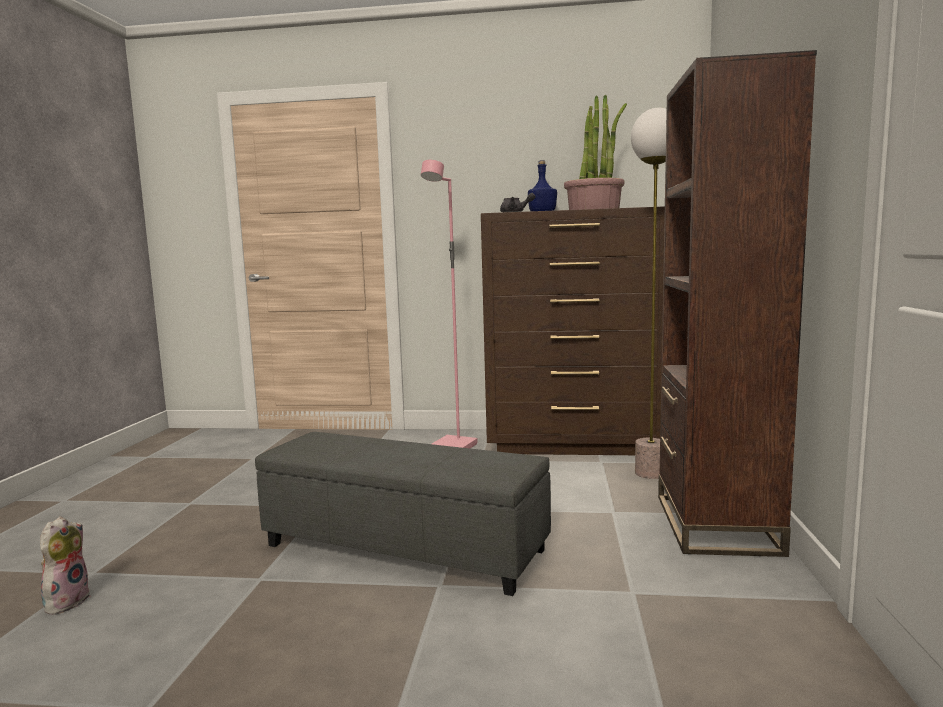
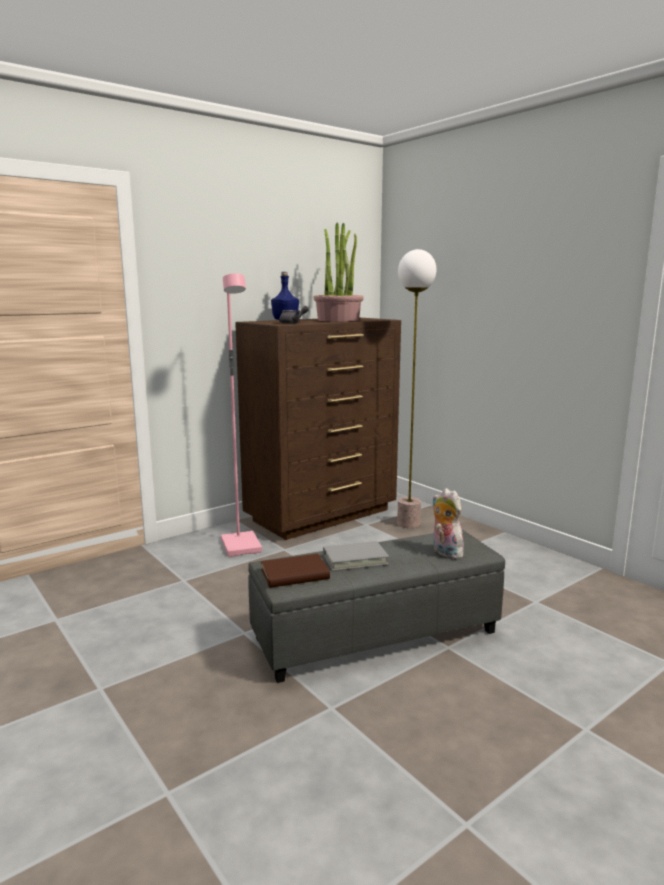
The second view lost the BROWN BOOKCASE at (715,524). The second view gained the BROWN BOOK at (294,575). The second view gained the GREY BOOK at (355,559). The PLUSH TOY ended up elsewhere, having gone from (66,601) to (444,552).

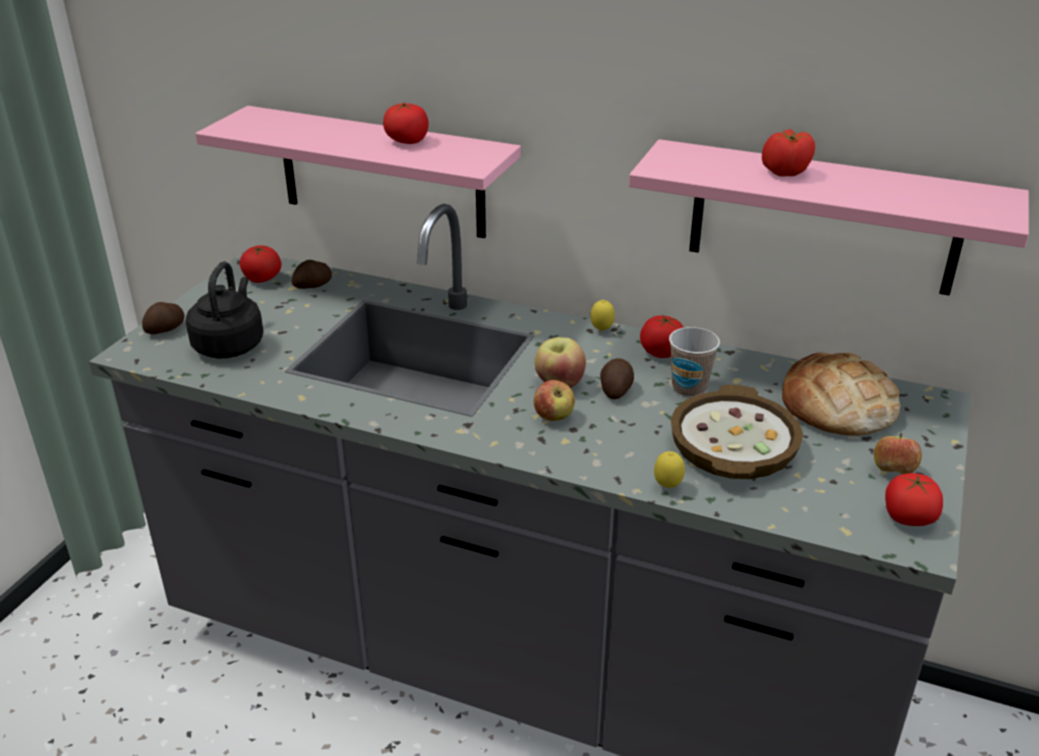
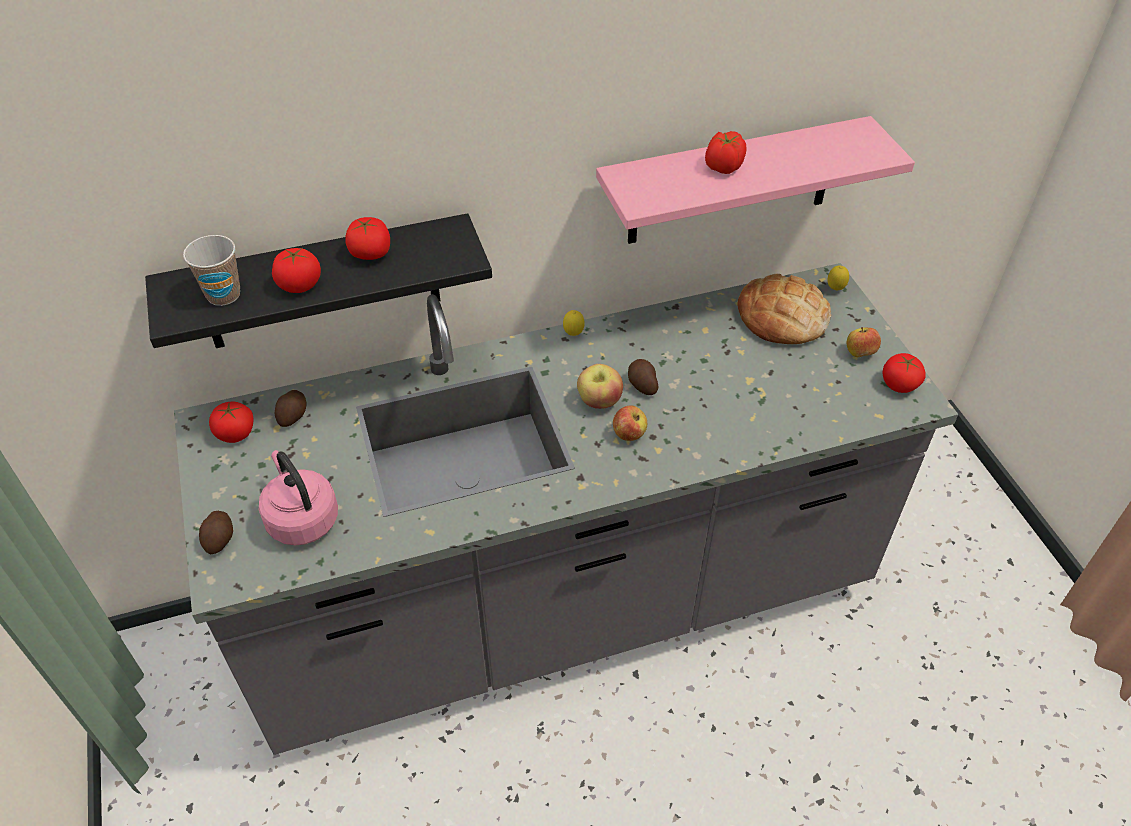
The second view lost the BOWL at (731,447). The TOMATO ended up elsewhere, having gone from (661,352) to (299,285). The LEMON ended up elsewhere, having gone from (667,487) to (835,289). The CUP ended up elsewhere, having gone from (689,388) to (223,295). What was the BLACK KETTLE at (230,344) turned into the PINK KETTLE at (301,518). What was the PINK SHELF at (381,172) turned into the BLACK SHELF at (321,284).

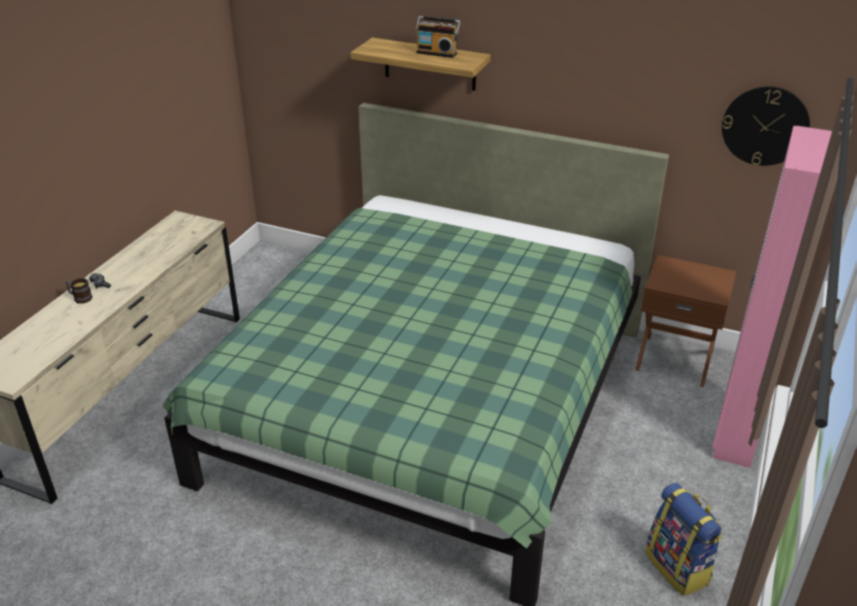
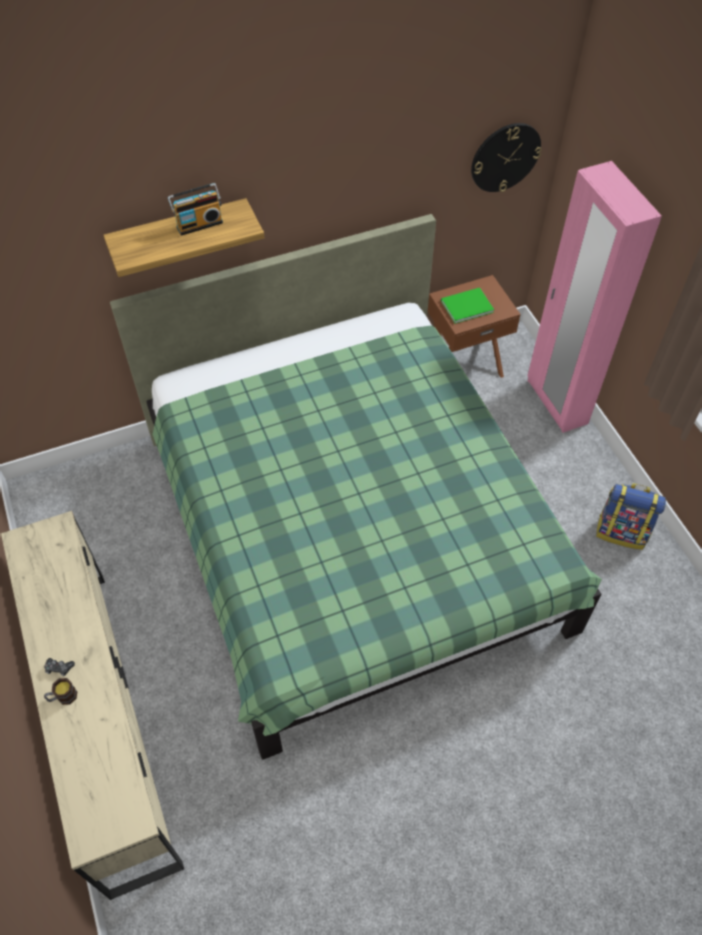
The second view gained the GREEN BOOK at (465,306).

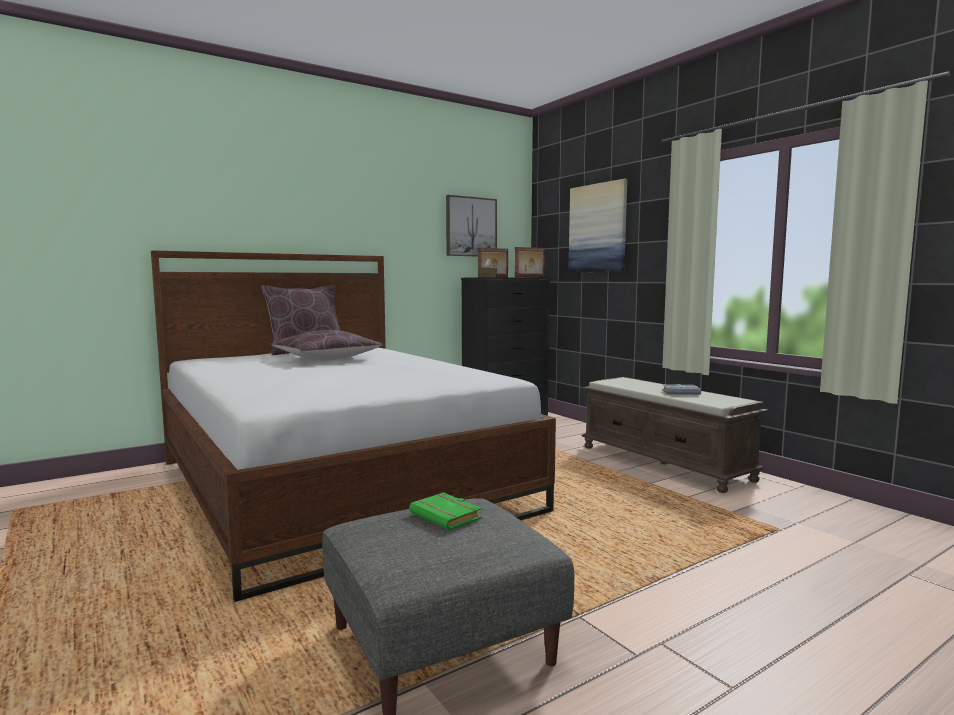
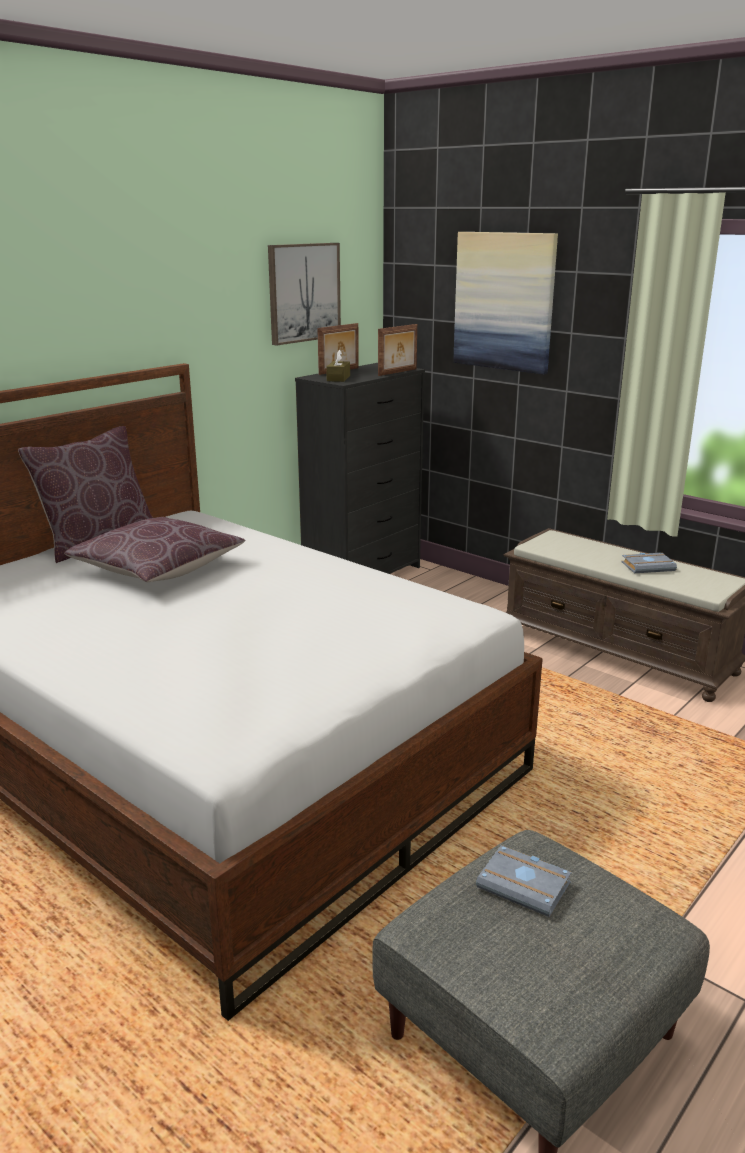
What was the GREEN BOOK at (448,516) turned into the GREY BOOK at (526,885).

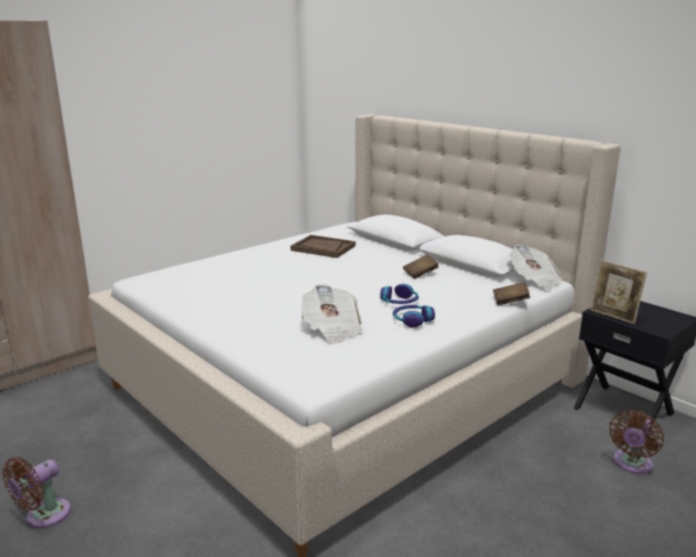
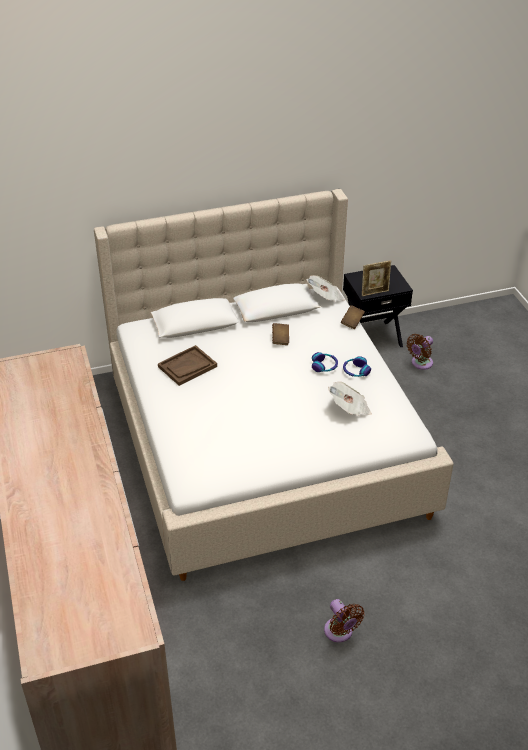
The BROWN FAN at (631,464) ended up facing another way, 75 degrees clockwise from before.

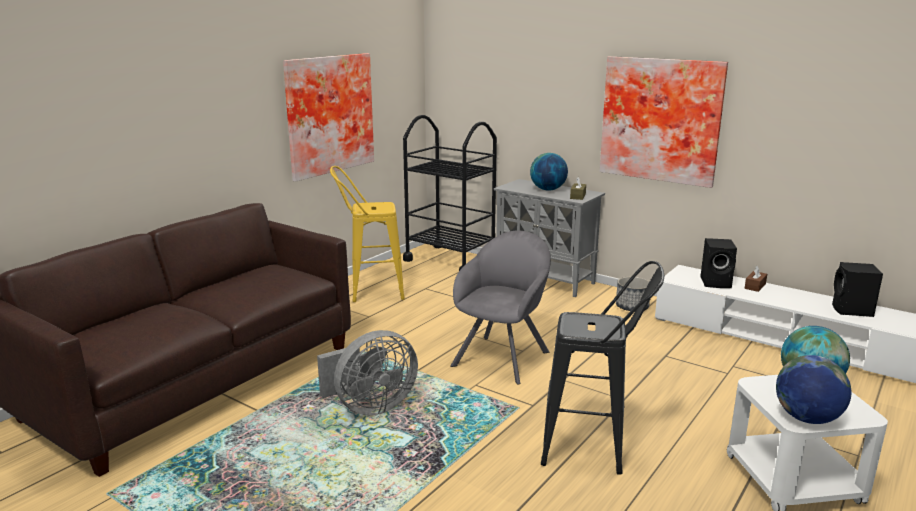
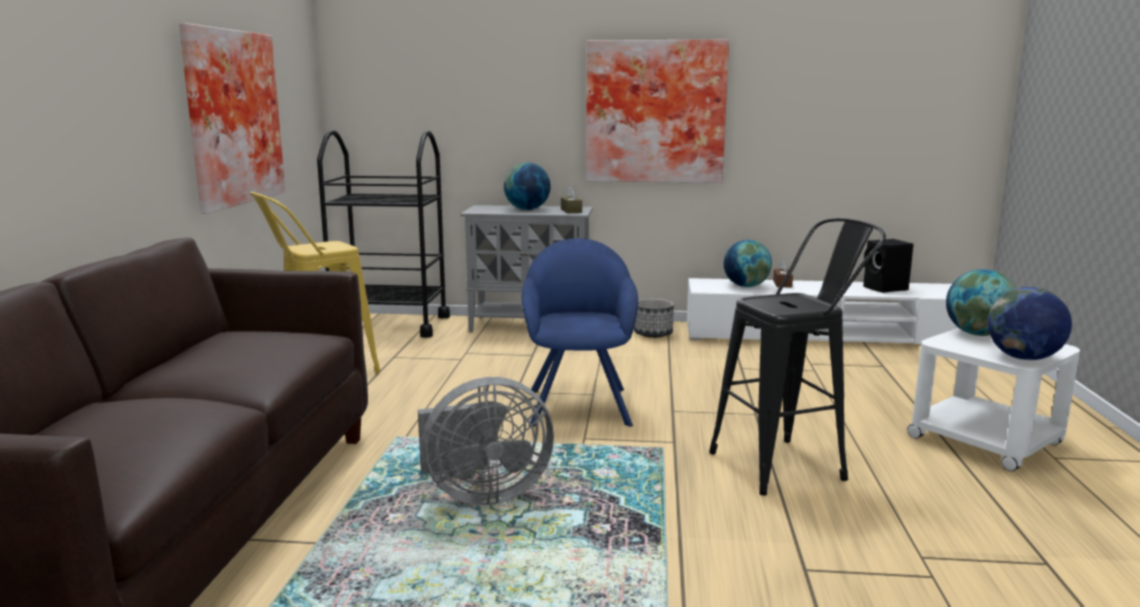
Where the BLACK SPEAKER stood at (717,282), the GLOBE came to stand at (746,286). What was the GREY ARMCHAIR at (503,356) turned into the BLUE ARMCHAIR at (579,404). The GREY FAN at (370,407) ended up facing another way, 45 degrees clockwise from before.

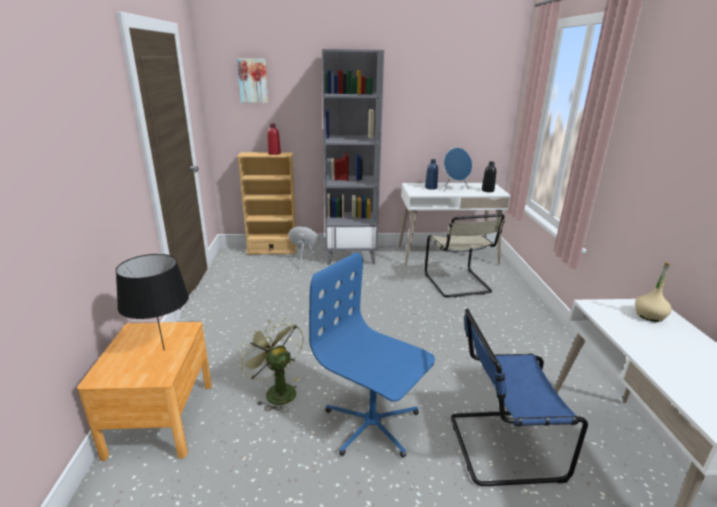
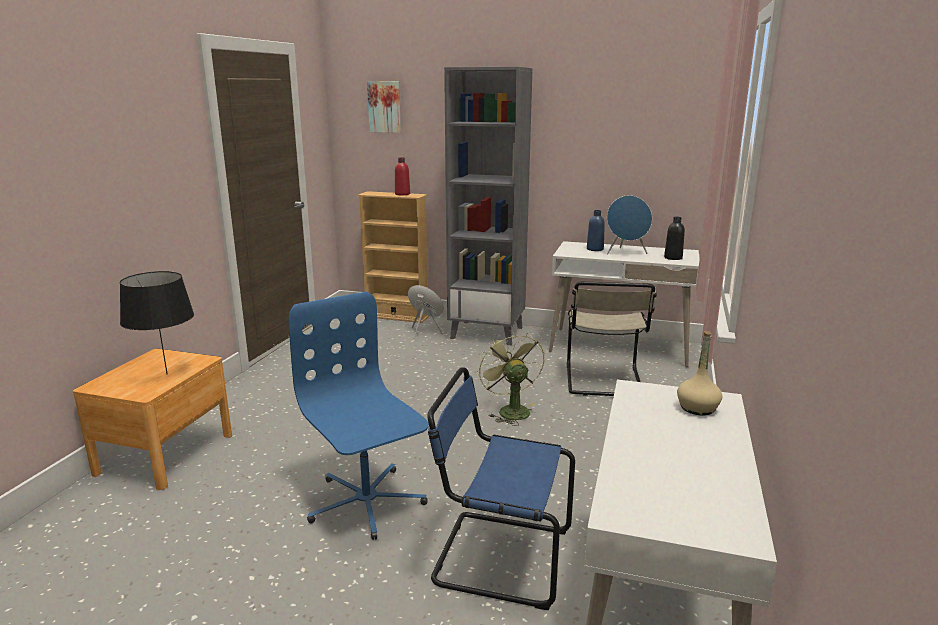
The GREEN FAN ended up elsewhere, having gone from (276,391) to (510,410).

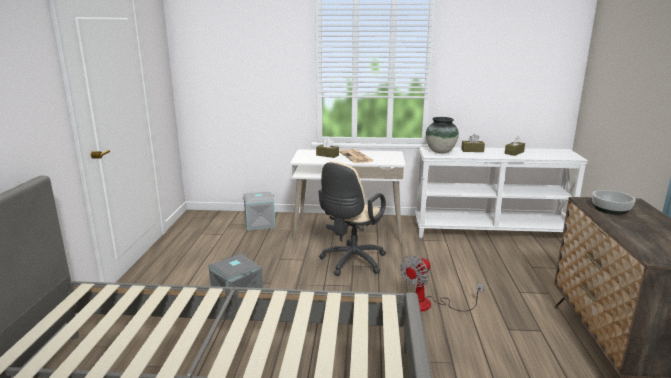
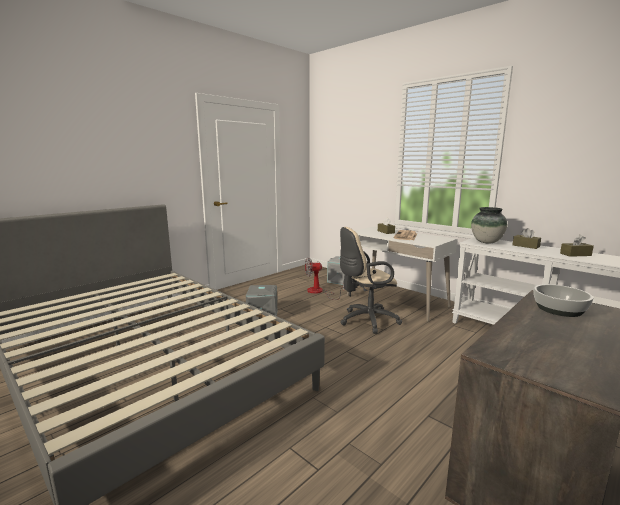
The FAN ended up elsewhere, having gone from (428,304) to (319,292).

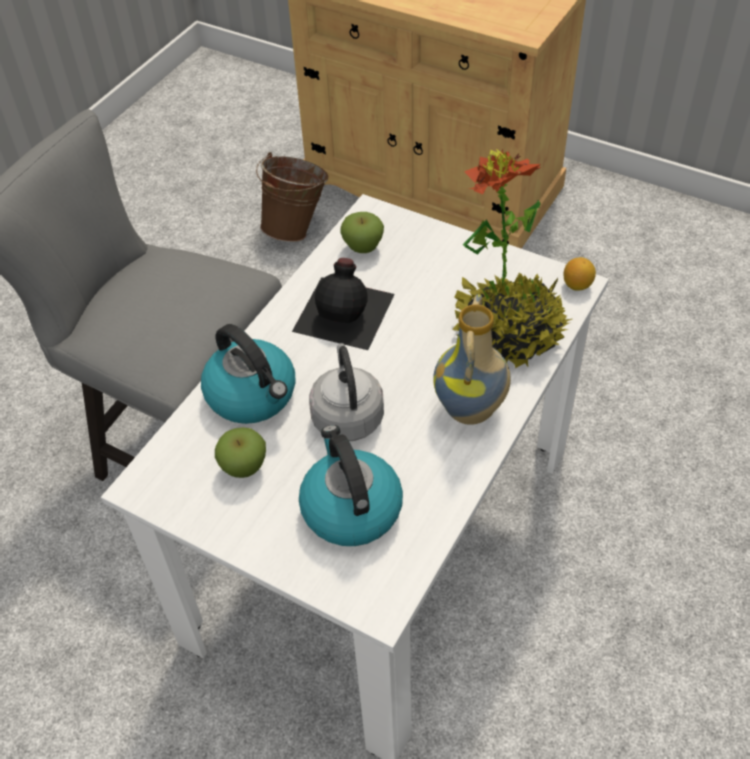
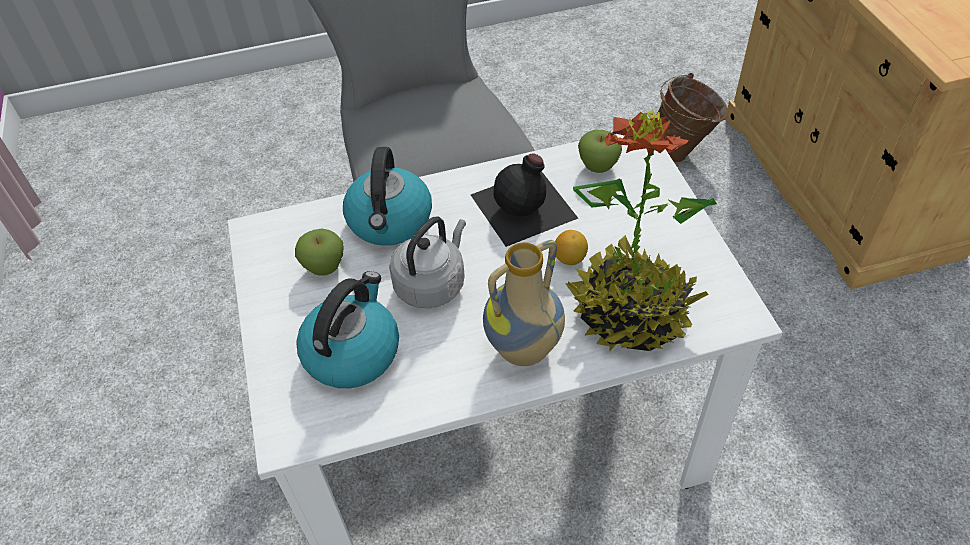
The LEMON ended up elsewhere, having gone from (577,285) to (570,258).

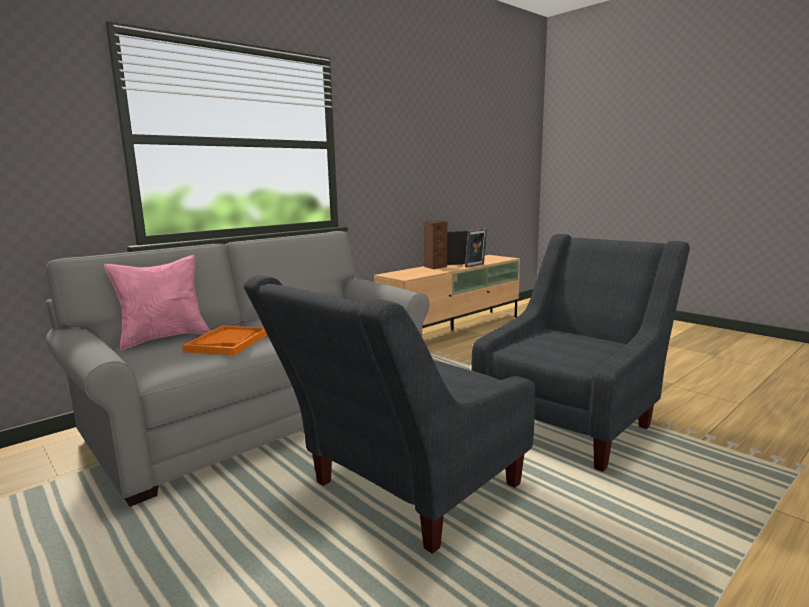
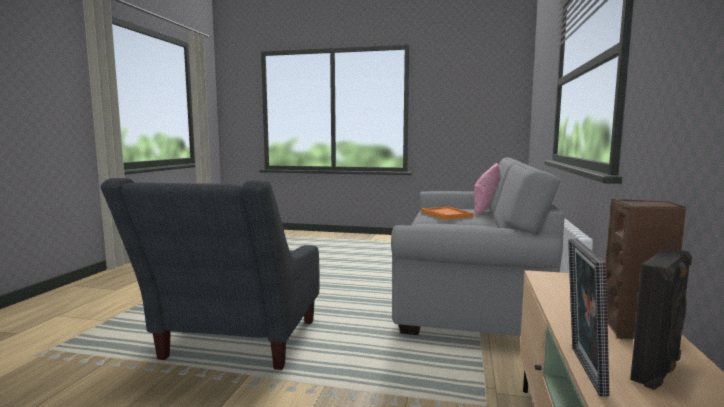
The second view lost the GREY ARMCHAIR at (401,493).

